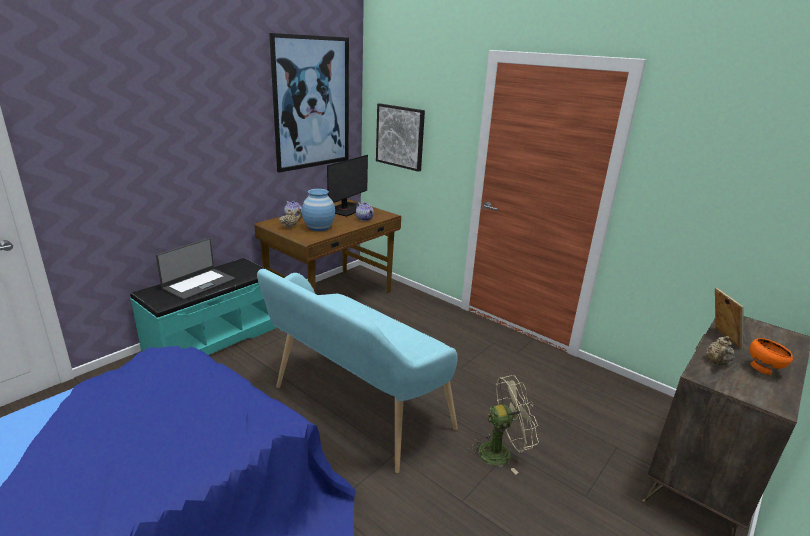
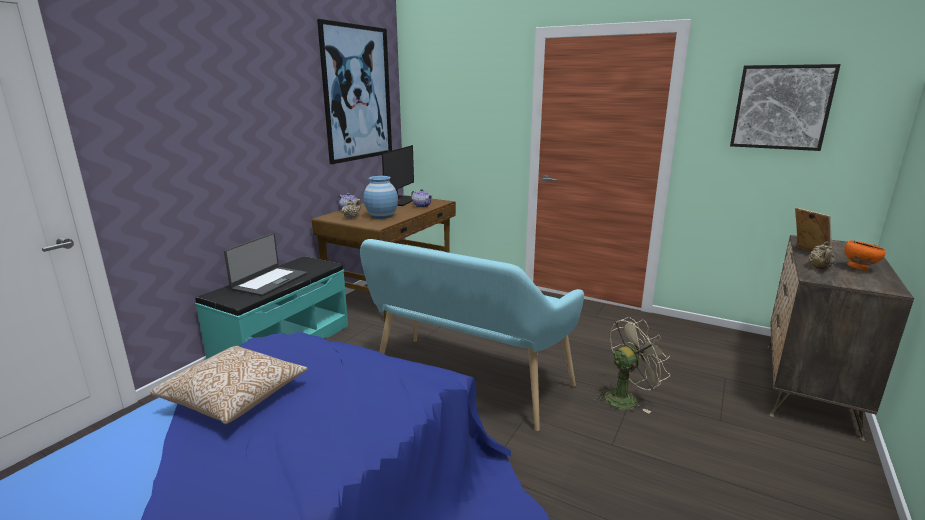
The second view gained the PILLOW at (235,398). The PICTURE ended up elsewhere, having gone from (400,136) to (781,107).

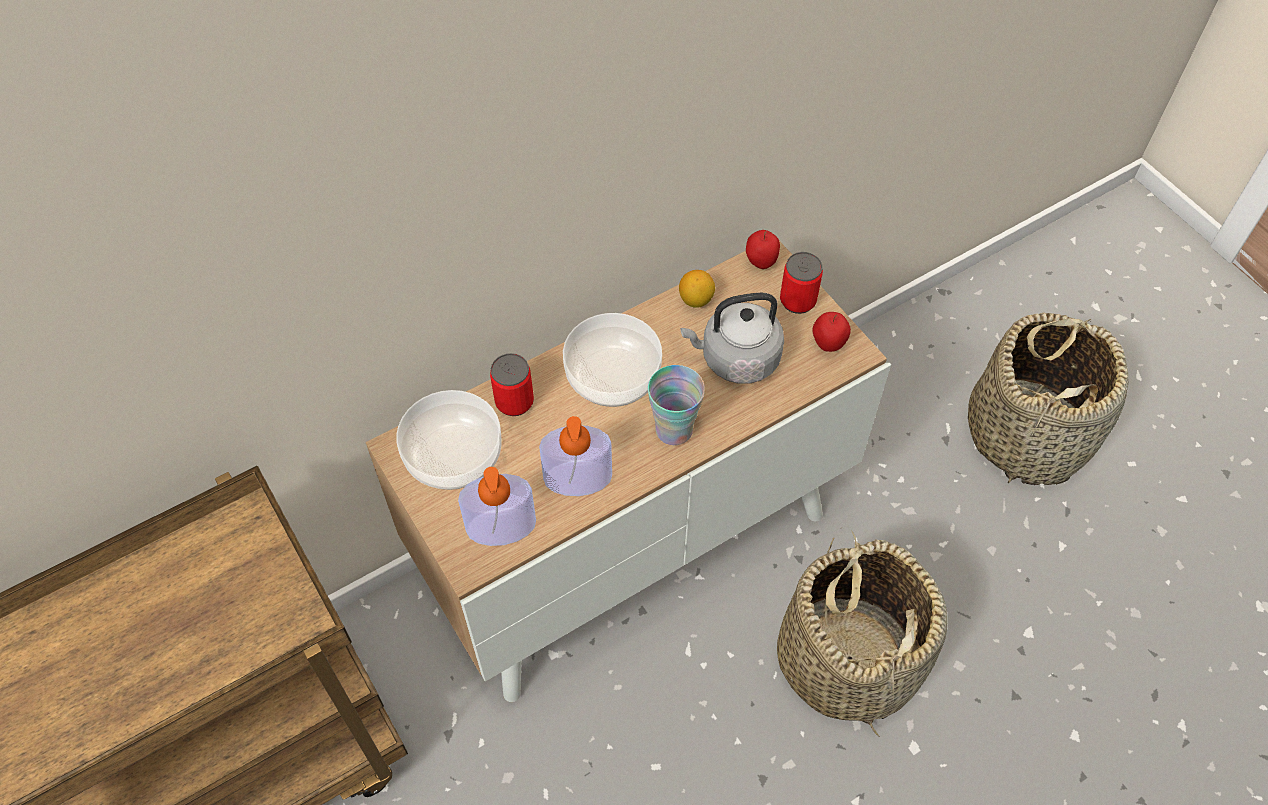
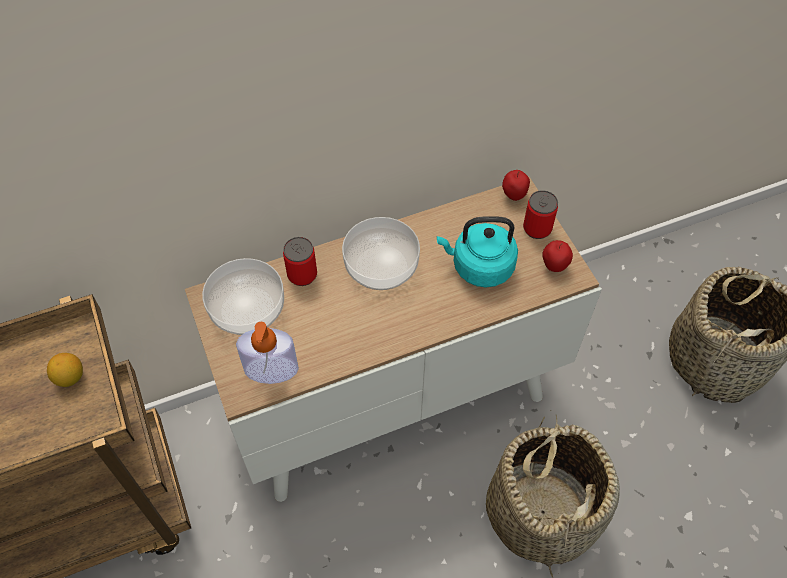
The second view lost the SOAP DISPENSER at (577,478). The second view lost the CUP at (674,430). The LEMON ended up elsewhere, having gone from (696,300) to (70,377). What was the GREY KETTLE at (736,359) turned into the TURQUOISE KETTLE at (479,267).

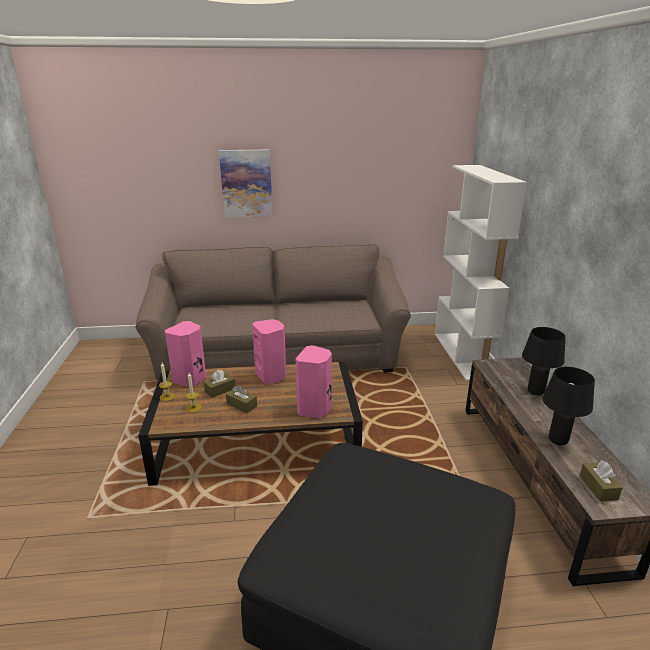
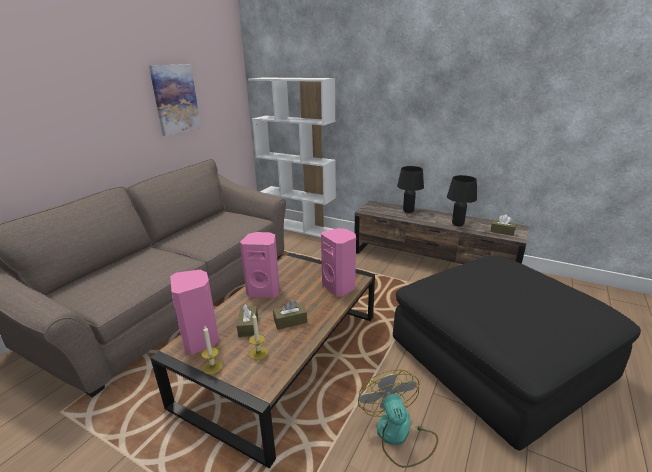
The second view gained the FAN at (398,435). The PICTURE ended up elsewhere, having gone from (246,183) to (175,99).

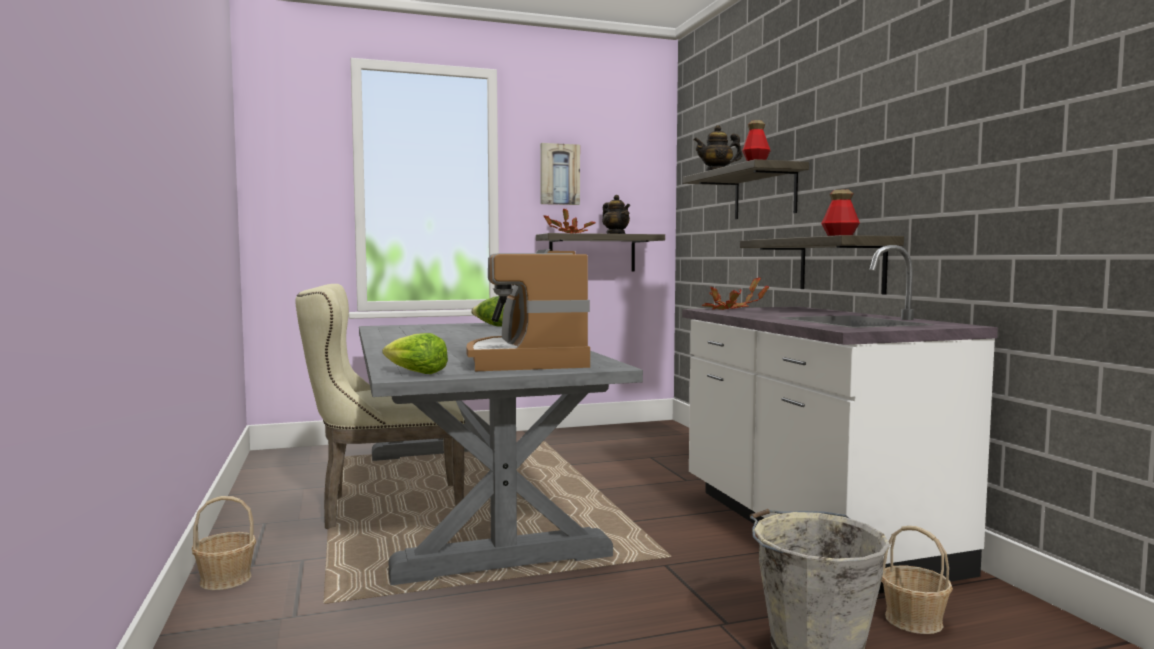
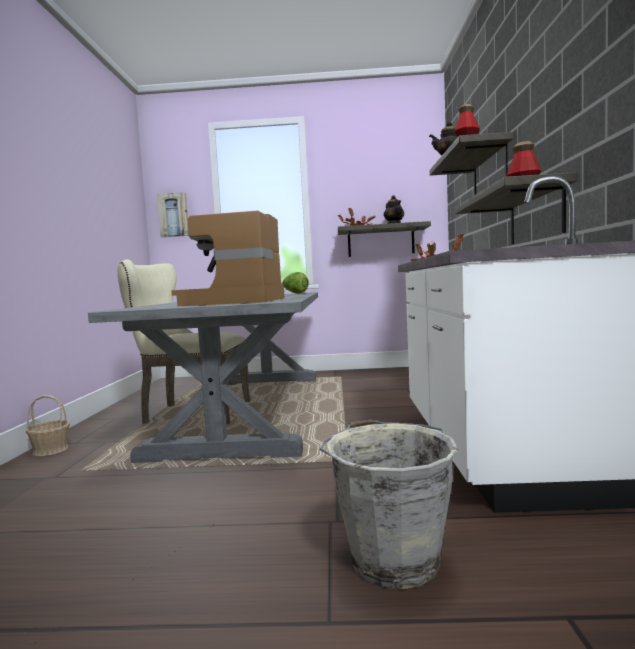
The second view lost the LETTUCE at (415,373). The second view lost the BASKET at (913,620). The PICTURE ended up elsewhere, having gone from (559,174) to (173,215).

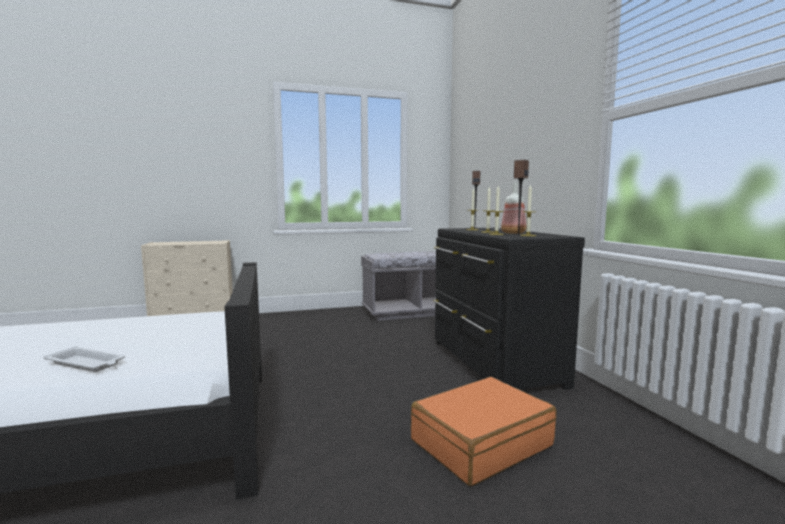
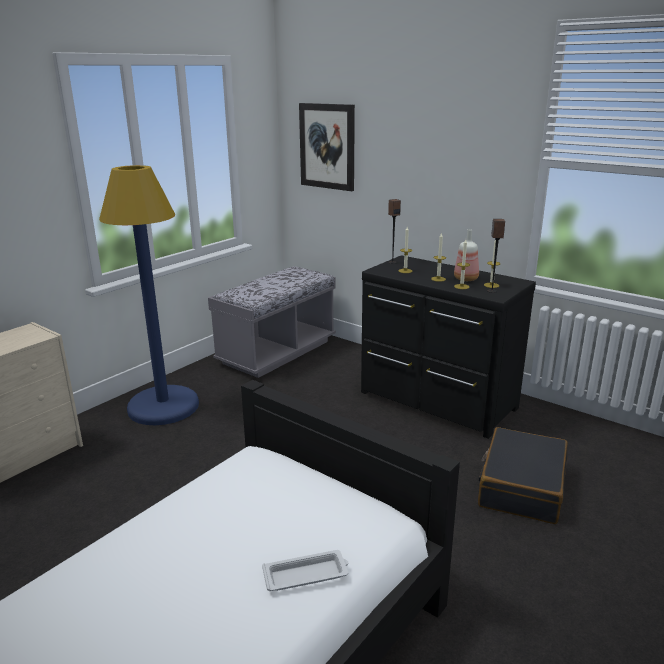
The second view gained the BLUE FLOOR LAMP at (163,406). The second view gained the PICTURE at (327,146). What was the ORANGE SUITCASE at (480,442) turned into the BLACK SUITCASE at (521,486).

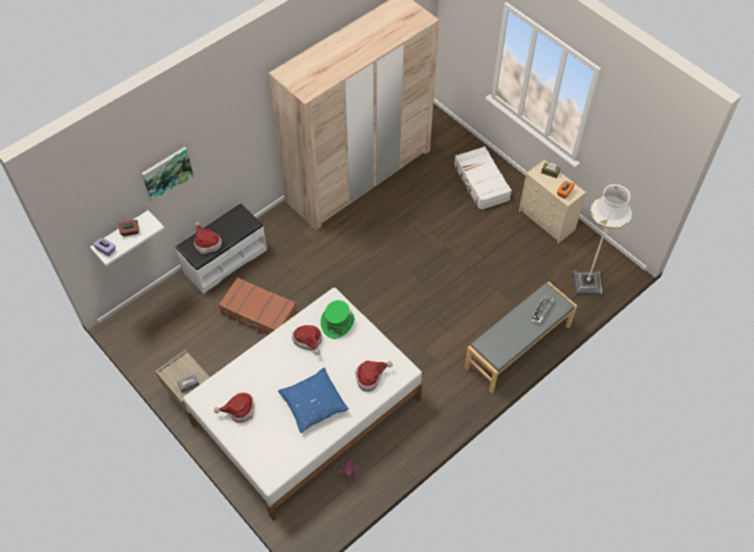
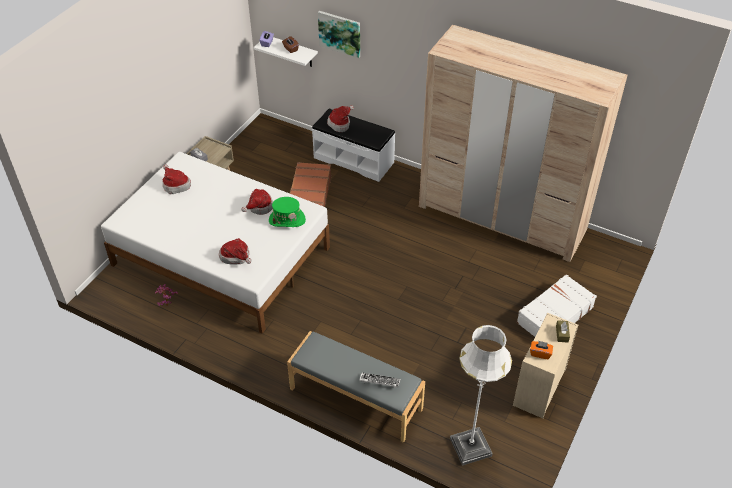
The second view lost the BLUE PILLOW at (313,403).

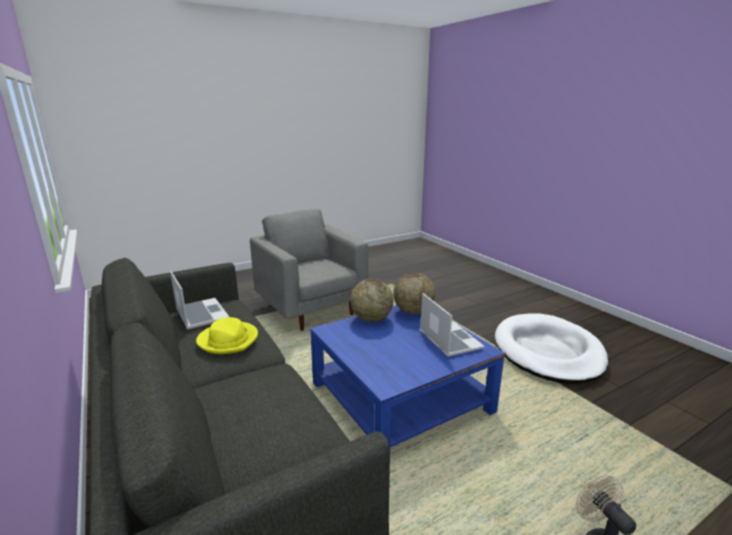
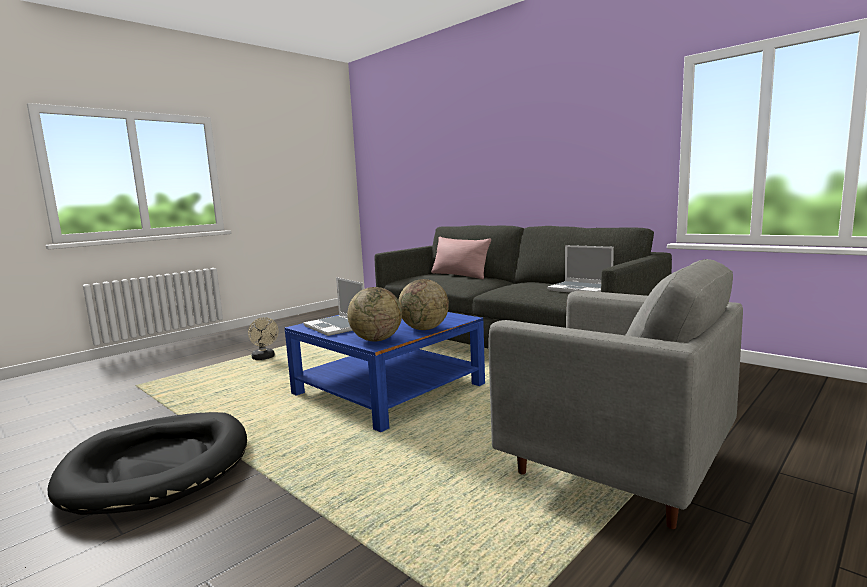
The second view lost the YELLOW HAT at (229,340). The second view gained the PINK PILLOW at (459,275). What was the WHITE DOG BED at (548,352) turned into the BLACK DOG BED at (158,466).

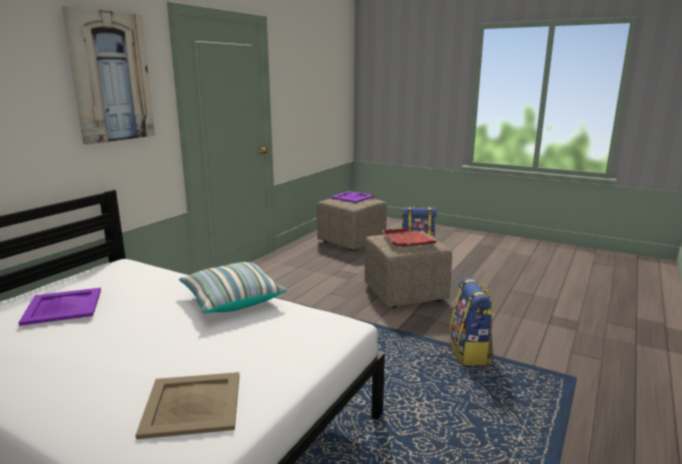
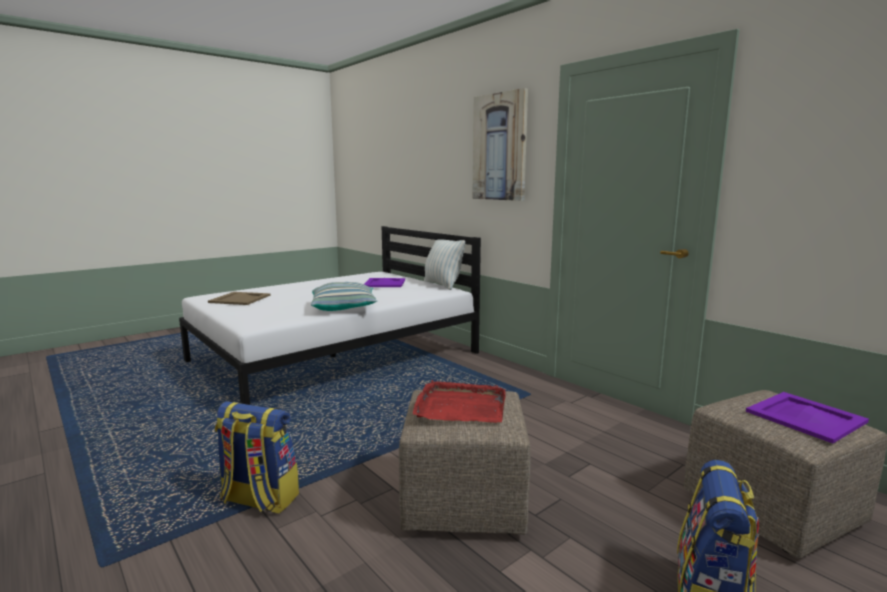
The second view gained the PILLOW at (443,284).

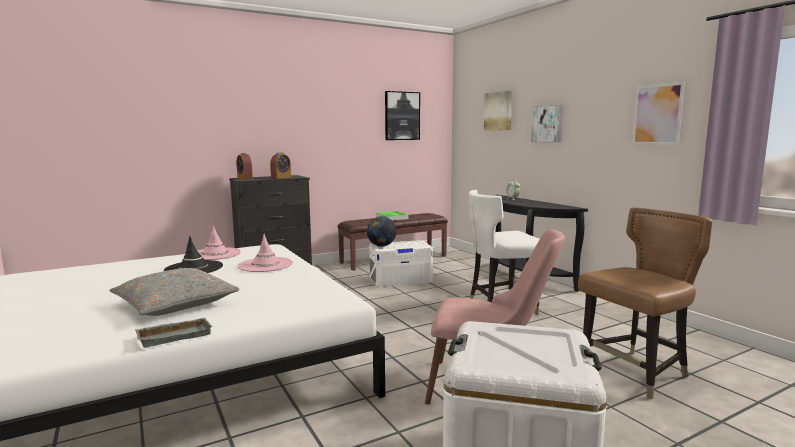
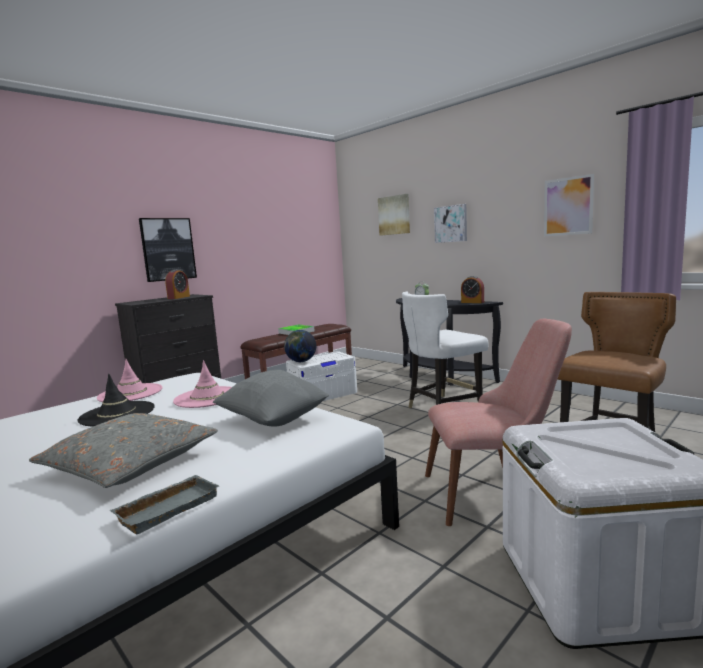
The second view gained the GREY PILLOW at (273,420). The ALARM CLOCK ended up elsewhere, having gone from (245,178) to (472,302). The PICTURE ended up elsewhere, having gone from (402,116) to (168,249).

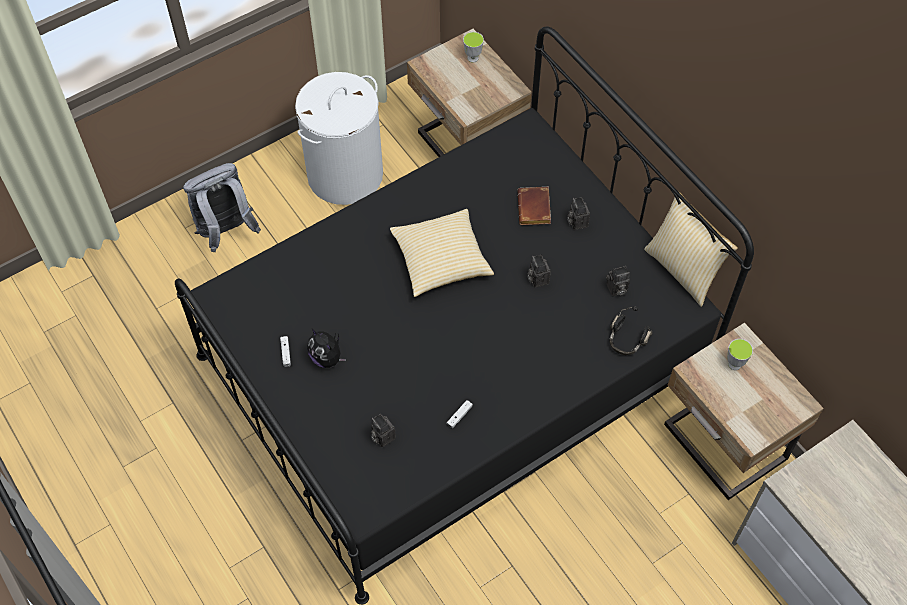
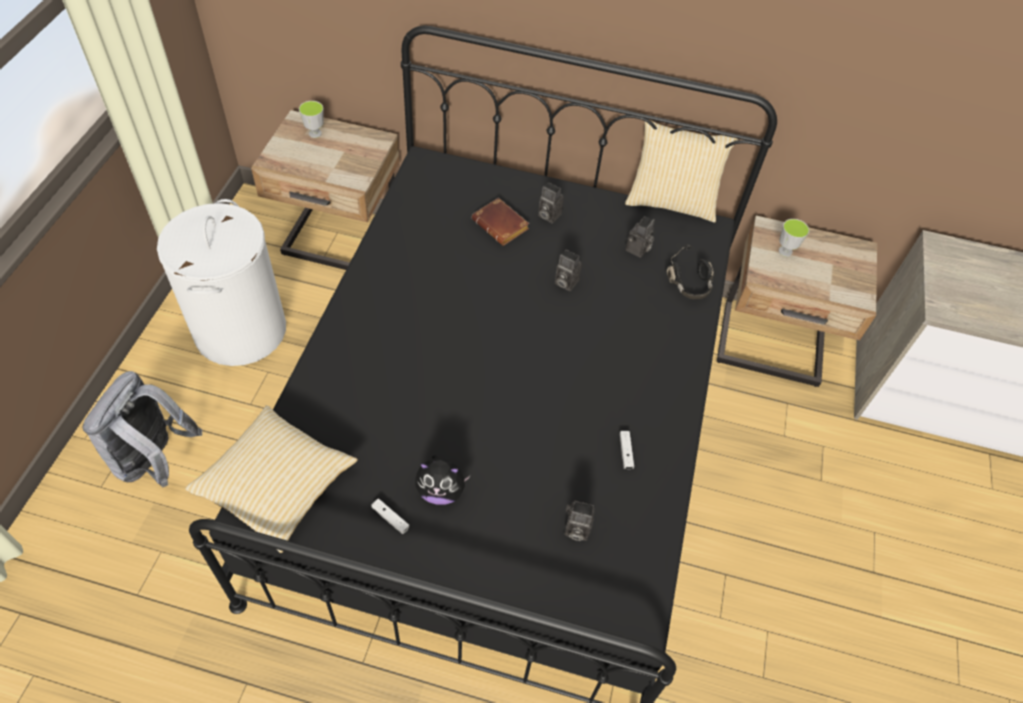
The PILLOW ended up elsewhere, having gone from (441,261) to (277,486).

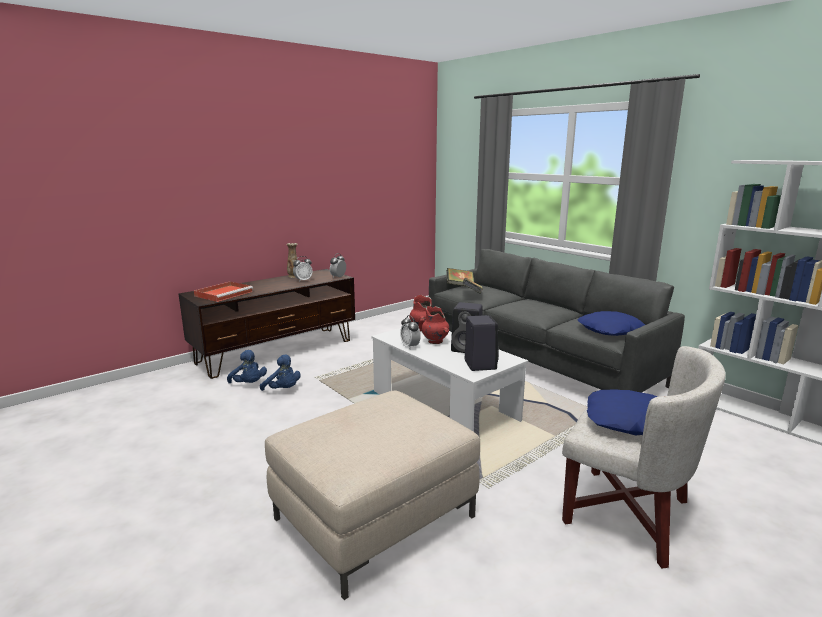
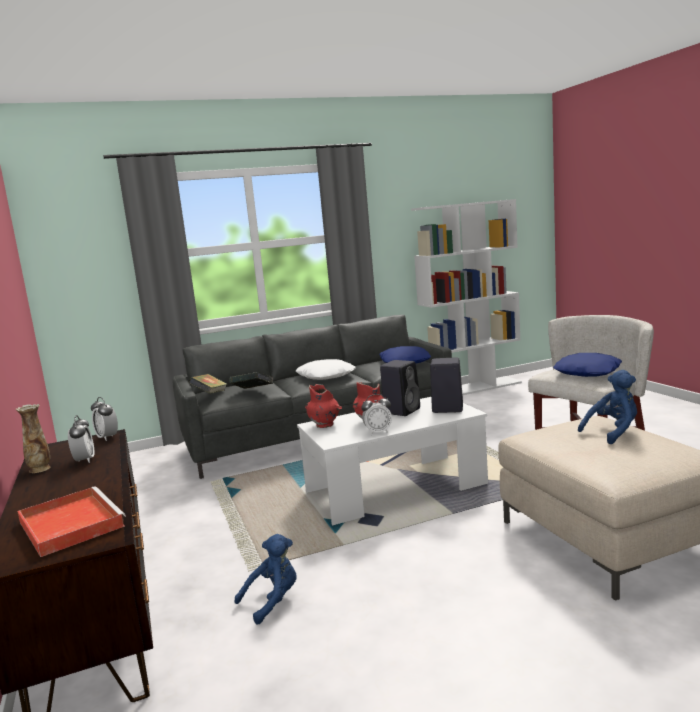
The second view gained the WHITE PILLOW at (326,376). The BLUE PLUSH TOY ended up elsewhere, having gone from (249,384) to (613,432).

